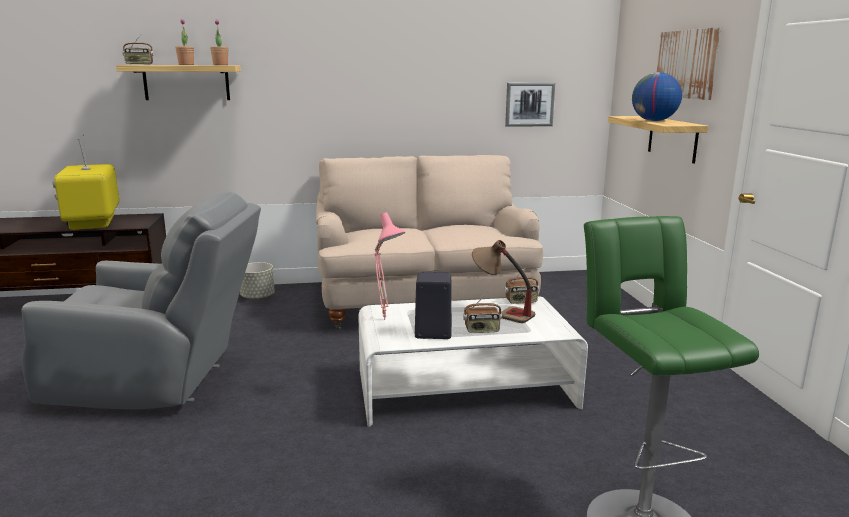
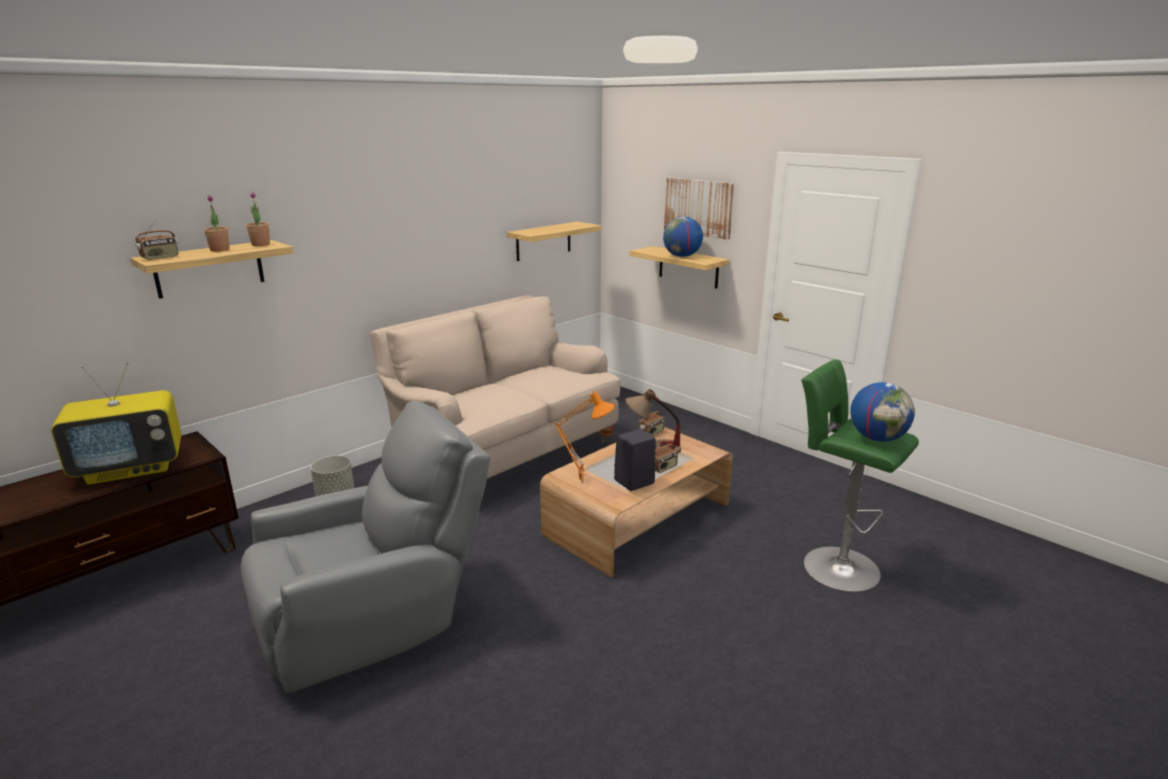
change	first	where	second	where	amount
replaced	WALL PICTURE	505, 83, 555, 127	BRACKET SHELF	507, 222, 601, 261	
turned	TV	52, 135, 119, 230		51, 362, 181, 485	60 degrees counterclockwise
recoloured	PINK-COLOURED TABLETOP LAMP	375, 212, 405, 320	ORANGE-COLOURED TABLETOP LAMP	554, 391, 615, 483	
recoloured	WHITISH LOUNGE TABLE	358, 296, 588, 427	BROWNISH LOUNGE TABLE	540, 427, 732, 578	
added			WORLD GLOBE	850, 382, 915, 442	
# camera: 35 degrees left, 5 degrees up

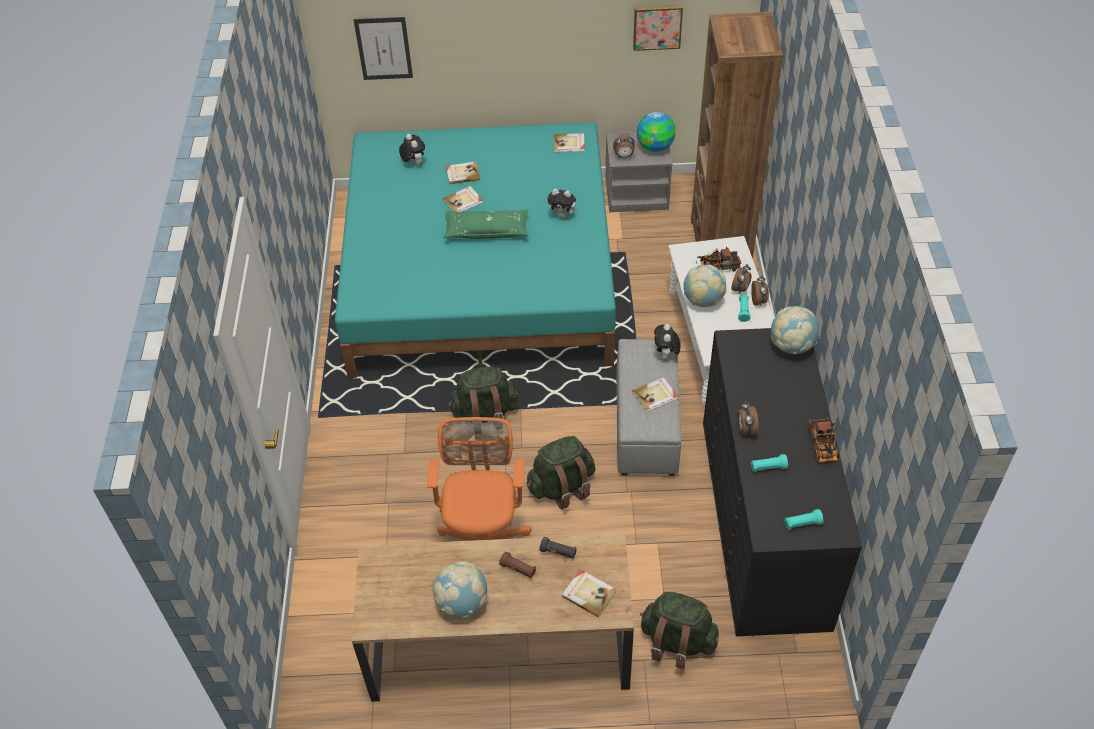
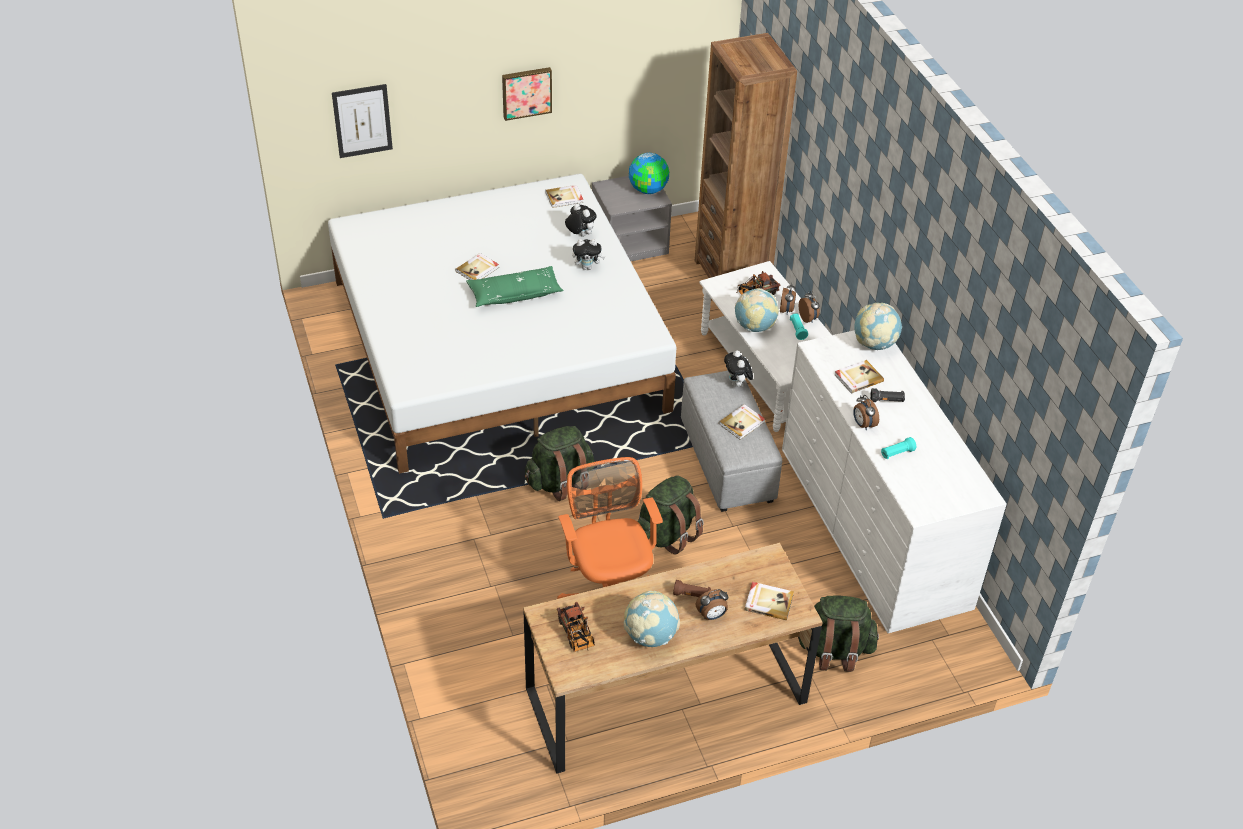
change	first	where	second	where	amount
moved	WALL PICTURE	633, 5, 683, 51		502, 67, 552, 121	
recoloured	TURQUOISE-COLOURED BEDROOM BED	335, 122, 616, 378	WHITISH BEDROOM BED	328, 174, 676, 474	
moved	SOFT TOY	399, 134, 425, 165		565, 204, 596, 237	
moved	TABLE CLOCK	613, 134, 635, 158		696, 589, 728, 620	
moved	BOOK	446, 161, 480, 184		835, 360, 884, 394	
recoloured	BLACK CHEST OF DRAWERS	703, 328, 862, 636	WHITISH CHEST OF DRAWERS	782, 330, 1007, 633	
moved	TOY LORRY	808, 417, 839, 464		557, 602, 595, 652	
removed	TURQUOISE-COLOURED TORCH	784, 509, 824, 530			
moved	BLACK TORCH	539, 537, 576, 559		870, 388, 905, 402	
# camera: 20 degrees left, 5 degrees down

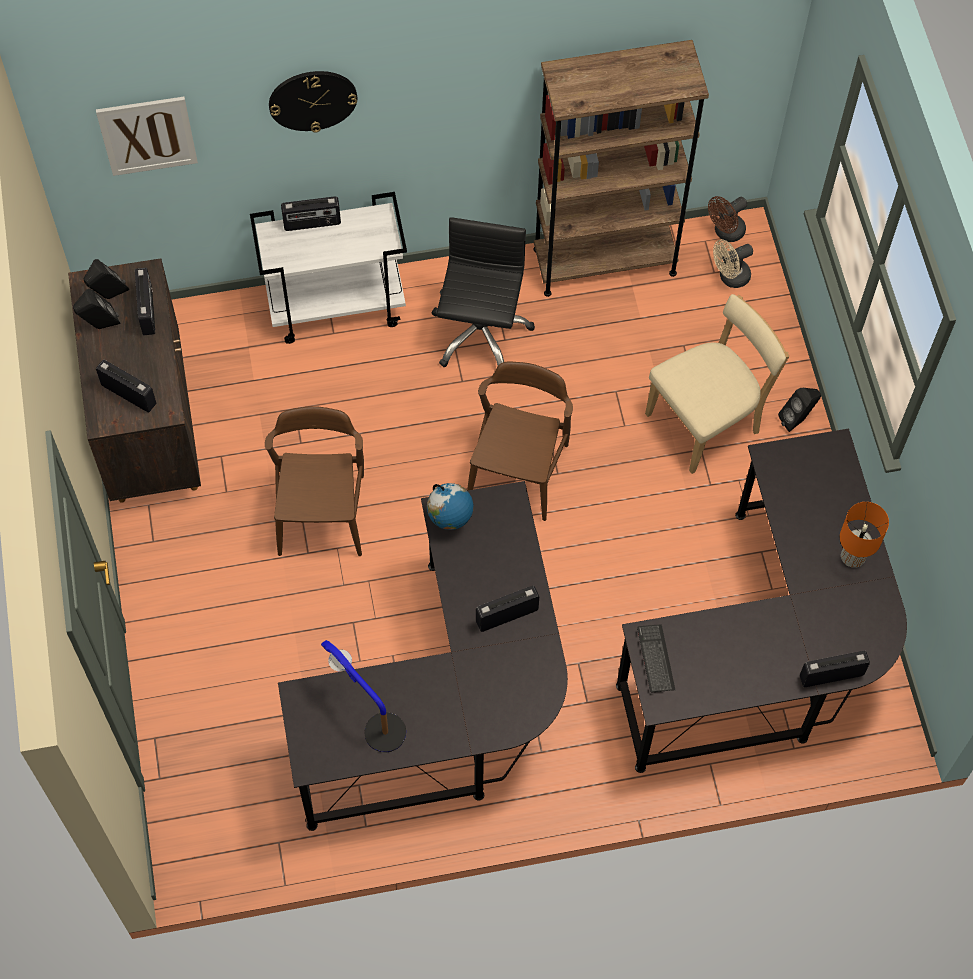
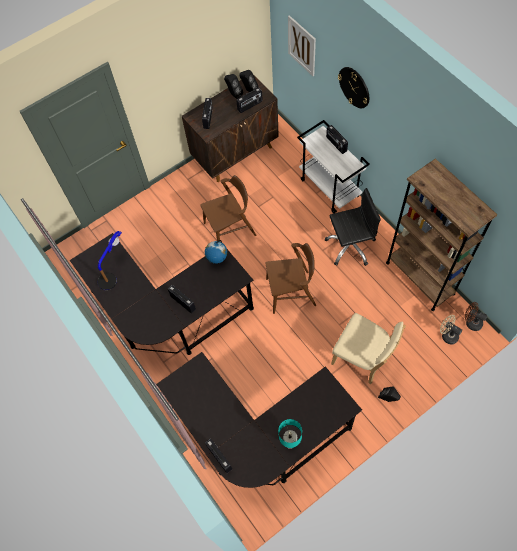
change	first	where	second	where	amount
recoloured	ORANGE-COLOURED TABLETOP LAMP	840, 502, 889, 568	TURQUOISE-COLOURED TABLETOP LAMP	278, 419, 302, 449	
removed	COMPUTER KEYBOARD	637, 625, 675, 692			
# camera: 70 degrees right, 0 degrees up

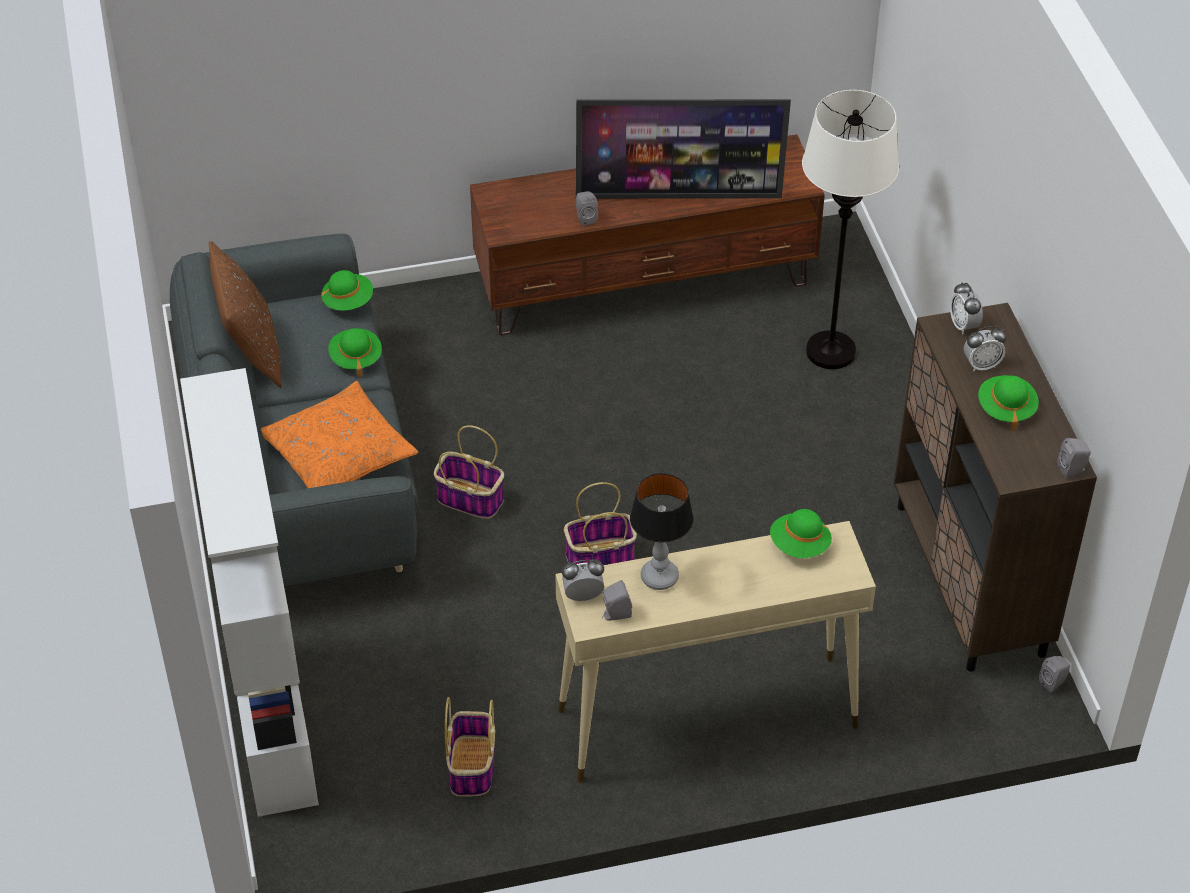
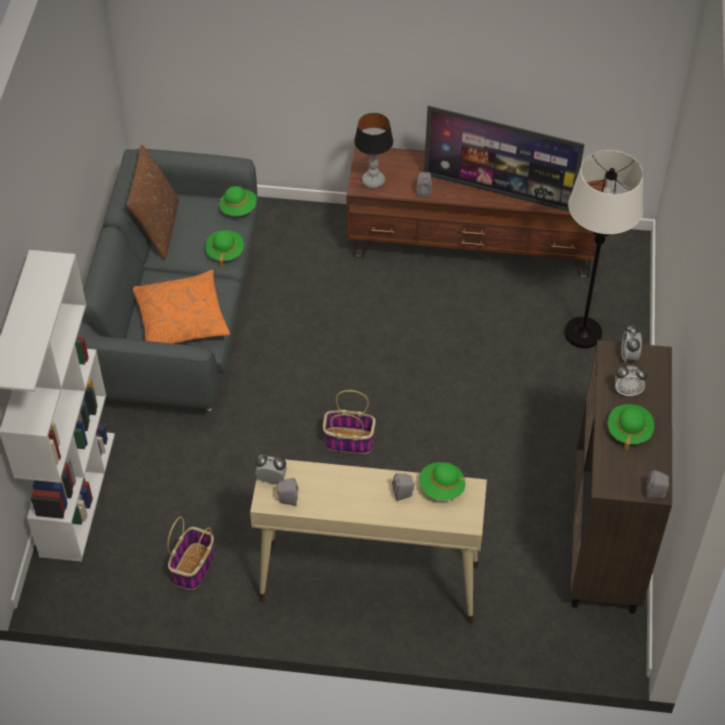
change	first	where	second	where	amount
removed	BASKET	434, 425, 504, 519			
moved	TABLETOP LAMP	630, 473, 694, 590		354, 113, 393, 188	
moved	GRAY SPEAKER	1039, 656, 1070, 692		392, 473, 414, 501	
# camera: 20 degrees right, 5 degrees up

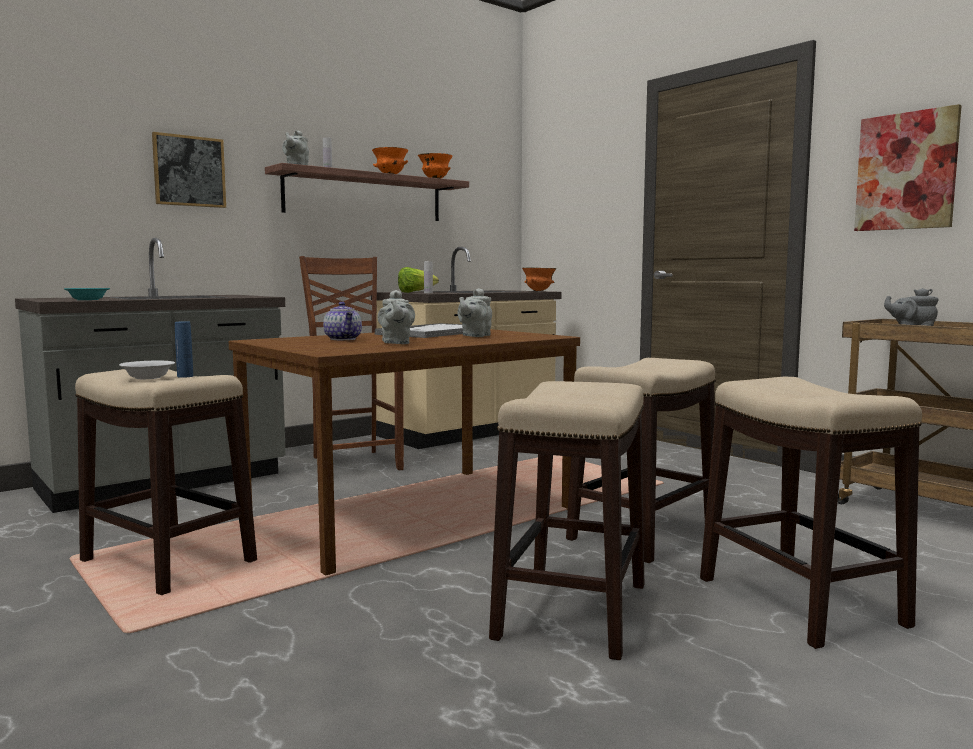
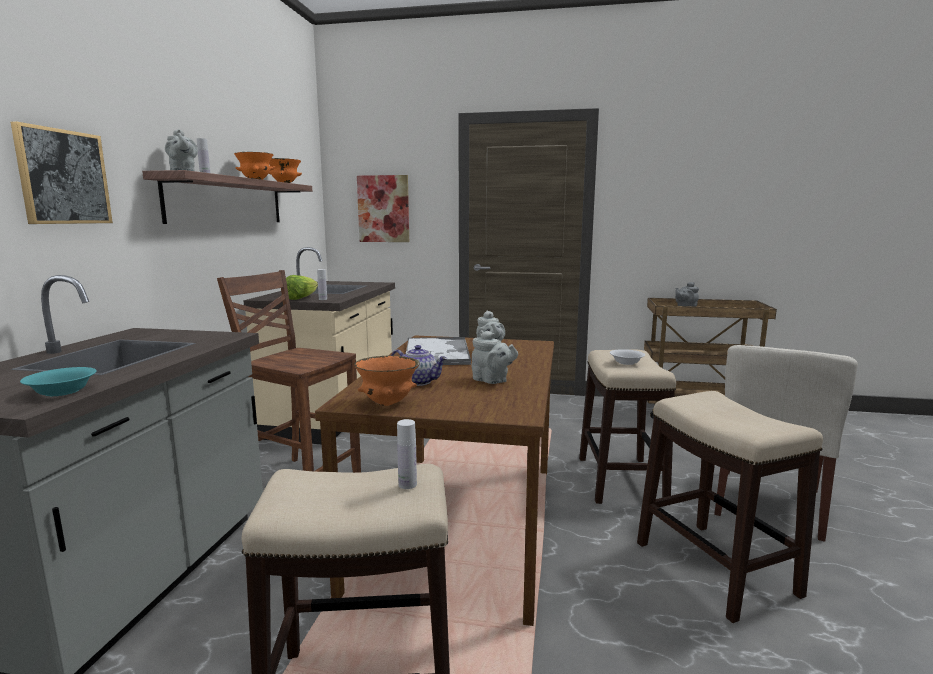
change	first	where	second	where	amount
moved	WALL PICTURE	854, 104, 962, 231		357, 175, 409, 242	
moved	ORANGE-COLOURED BOWL	522, 267, 557, 291		354, 355, 420, 406	
recoloured	BLUE BEVERAGE BOTTLE	175, 321, 193, 378	WHITISH BEVERAGE BOTTLE	397, 419, 417, 489	
moved	WHITISH BOWL	119, 361, 175, 379		610, 349, 645, 365	
replaced	SITTING STOOL	700, 377, 922, 649	SAND-COLOURED PLAIN CHAIR	714, 345, 858, 542	
# camera: 40 degrees left, 5 degrees up

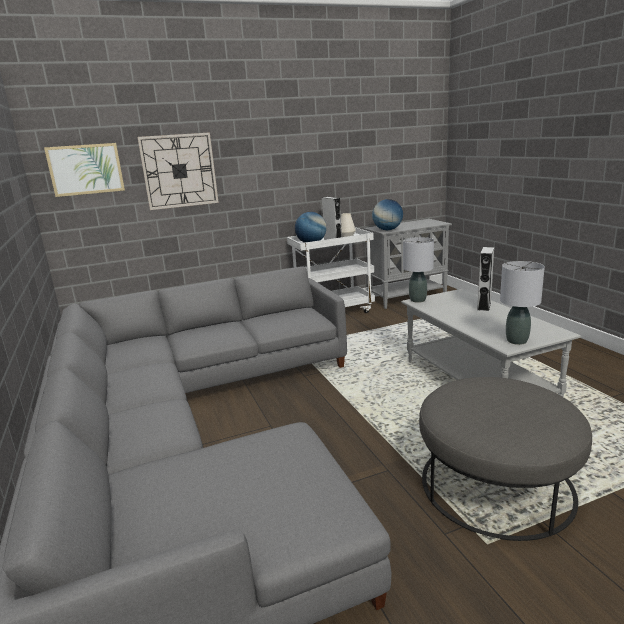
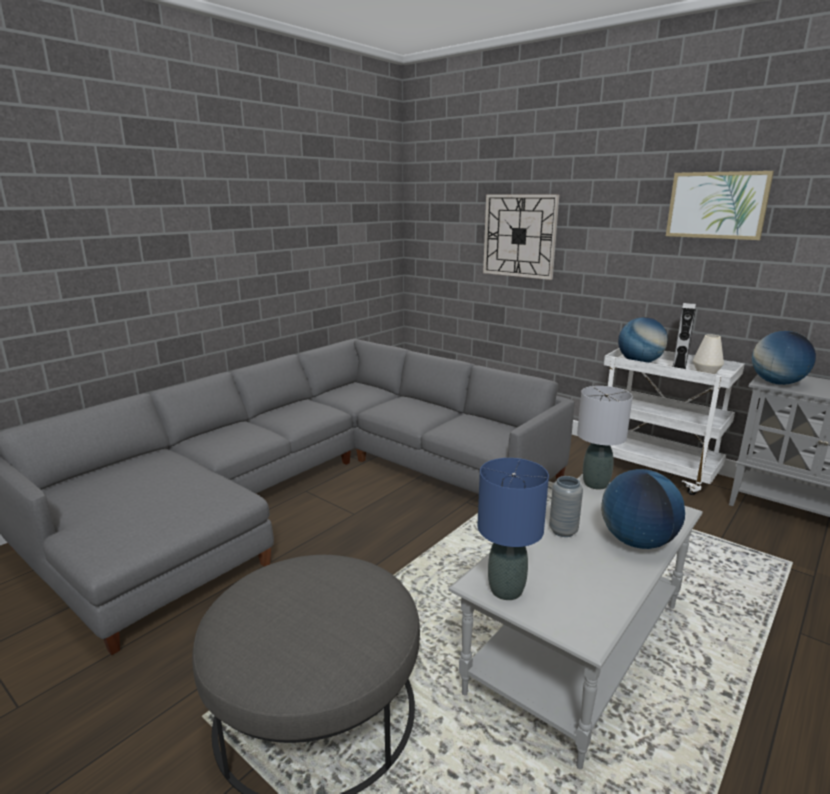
change	first	where	second	where	amount
moved	WALL PICTURE	44, 143, 125, 197		666, 171, 774, 240	
replaced	GRAY SPEAKER	477, 247, 494, 311	WORLD GLOBE	601, 469, 685, 549	
recoloured	GRAY TABLETOP LAMP	500, 261, 545, 345	BLUE TABLETOP LAMP	478, 458, 549, 600	
added			GRAY VASE	549, 476, 583, 537	
# camera: 60 degrees right, 0 degrees up

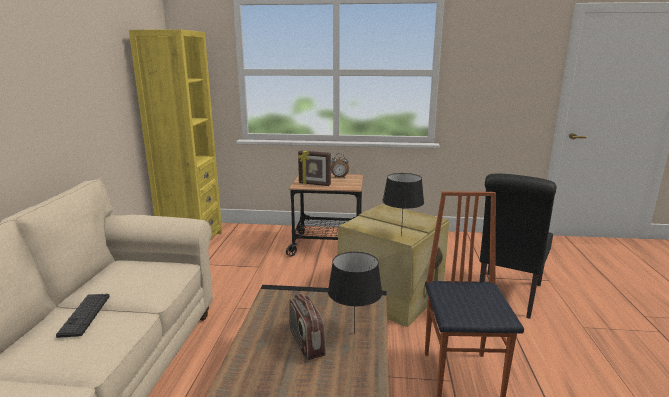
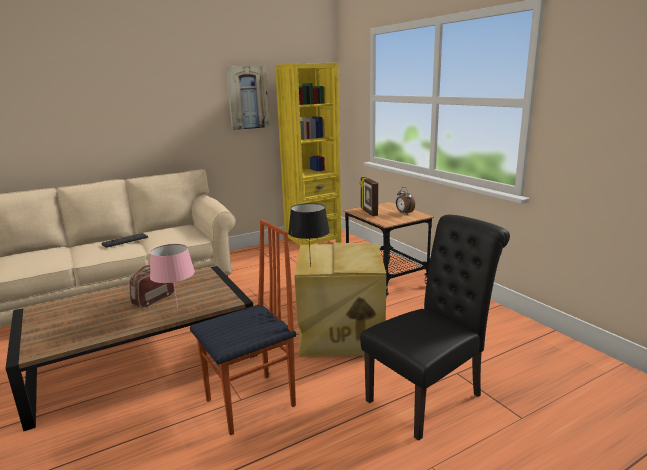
change	first	where	second	where	amount
turned	BLACK PLAIN CHAIR	479, 174, 556, 319		360, 215, 510, 441	150 degrees clockwise
recoloured	BLACK TABLETOP LAMP	328, 252, 382, 334	PINK-COLOURED TABLETOP LAMP	150, 244, 195, 309	
added			WALL PICTURE	226, 66, 270, 130	
# camera: 55 degrees right, 0 degrees up

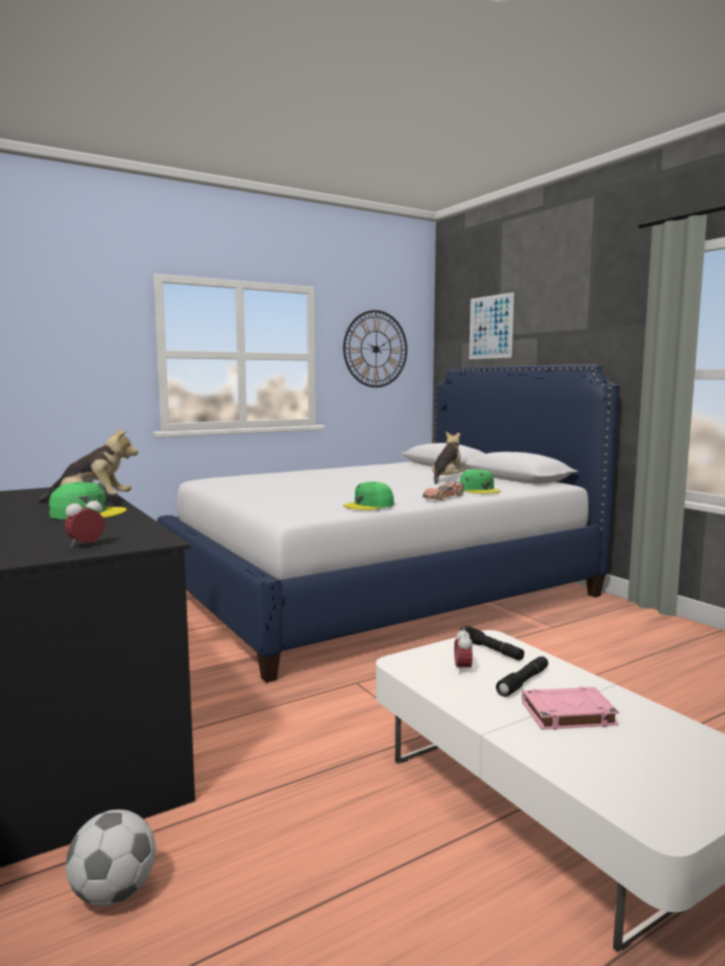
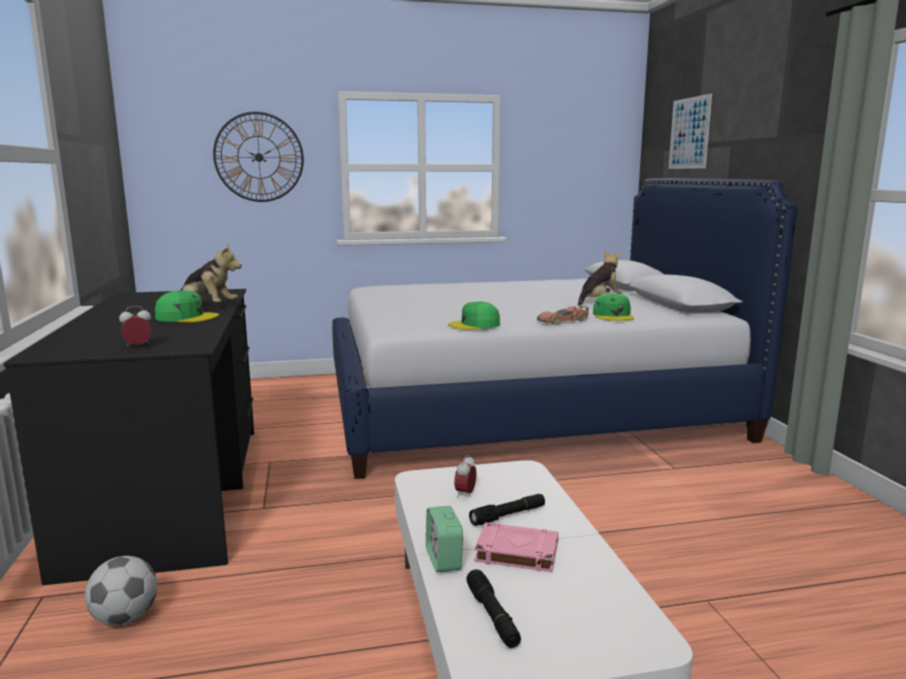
change	first	where	second	where	amount
moved	HANGING CLOCK	343, 310, 407, 388		213, 112, 304, 202	
moved	BLACK TORCH	460, 626, 524, 661		467, 569, 521, 648	
added			TABLE CLOCK	426, 506, 463, 572	
# camera: 20 degrees right, 5 degrees up

